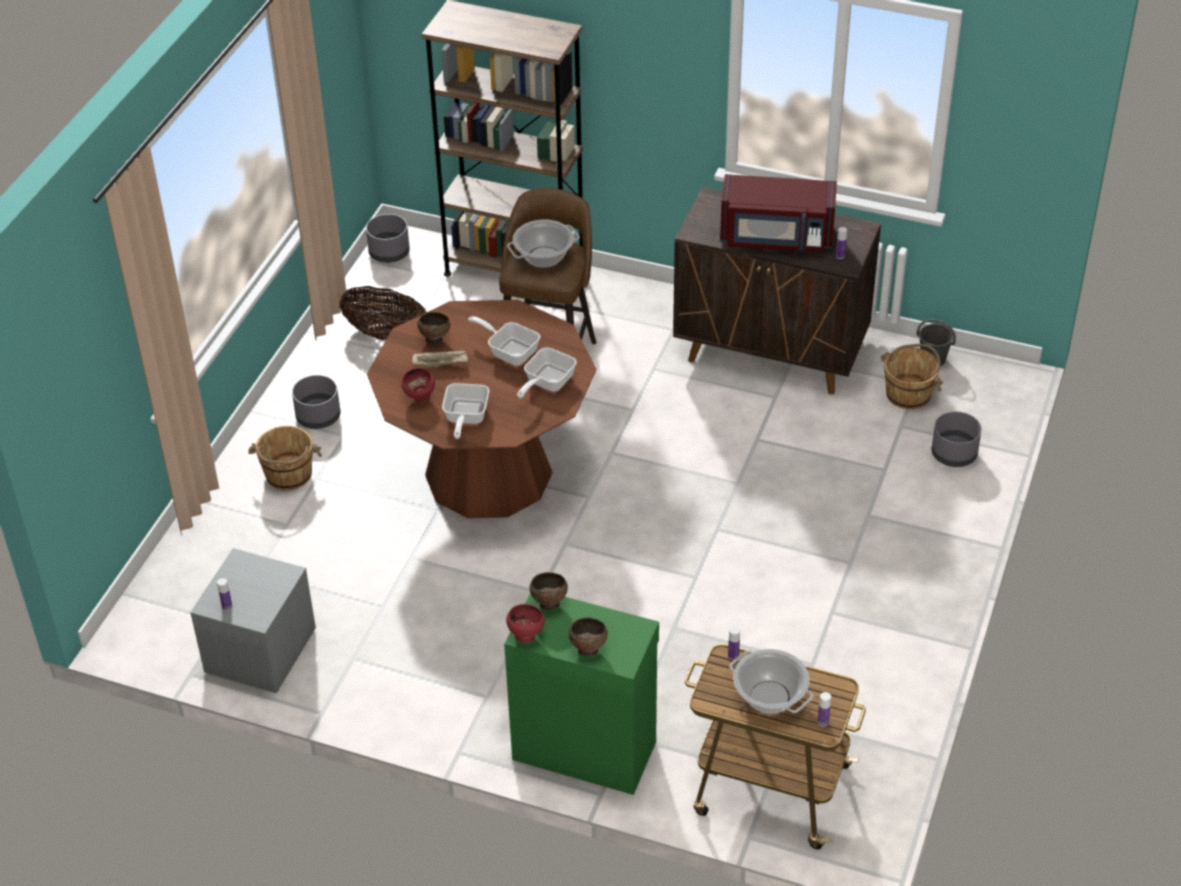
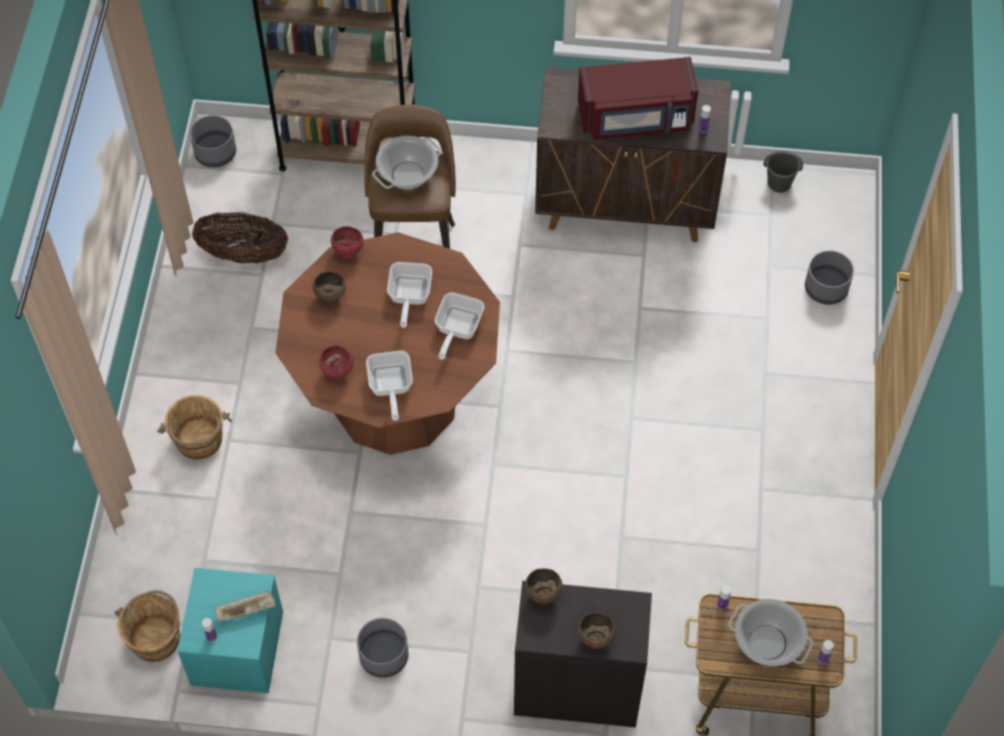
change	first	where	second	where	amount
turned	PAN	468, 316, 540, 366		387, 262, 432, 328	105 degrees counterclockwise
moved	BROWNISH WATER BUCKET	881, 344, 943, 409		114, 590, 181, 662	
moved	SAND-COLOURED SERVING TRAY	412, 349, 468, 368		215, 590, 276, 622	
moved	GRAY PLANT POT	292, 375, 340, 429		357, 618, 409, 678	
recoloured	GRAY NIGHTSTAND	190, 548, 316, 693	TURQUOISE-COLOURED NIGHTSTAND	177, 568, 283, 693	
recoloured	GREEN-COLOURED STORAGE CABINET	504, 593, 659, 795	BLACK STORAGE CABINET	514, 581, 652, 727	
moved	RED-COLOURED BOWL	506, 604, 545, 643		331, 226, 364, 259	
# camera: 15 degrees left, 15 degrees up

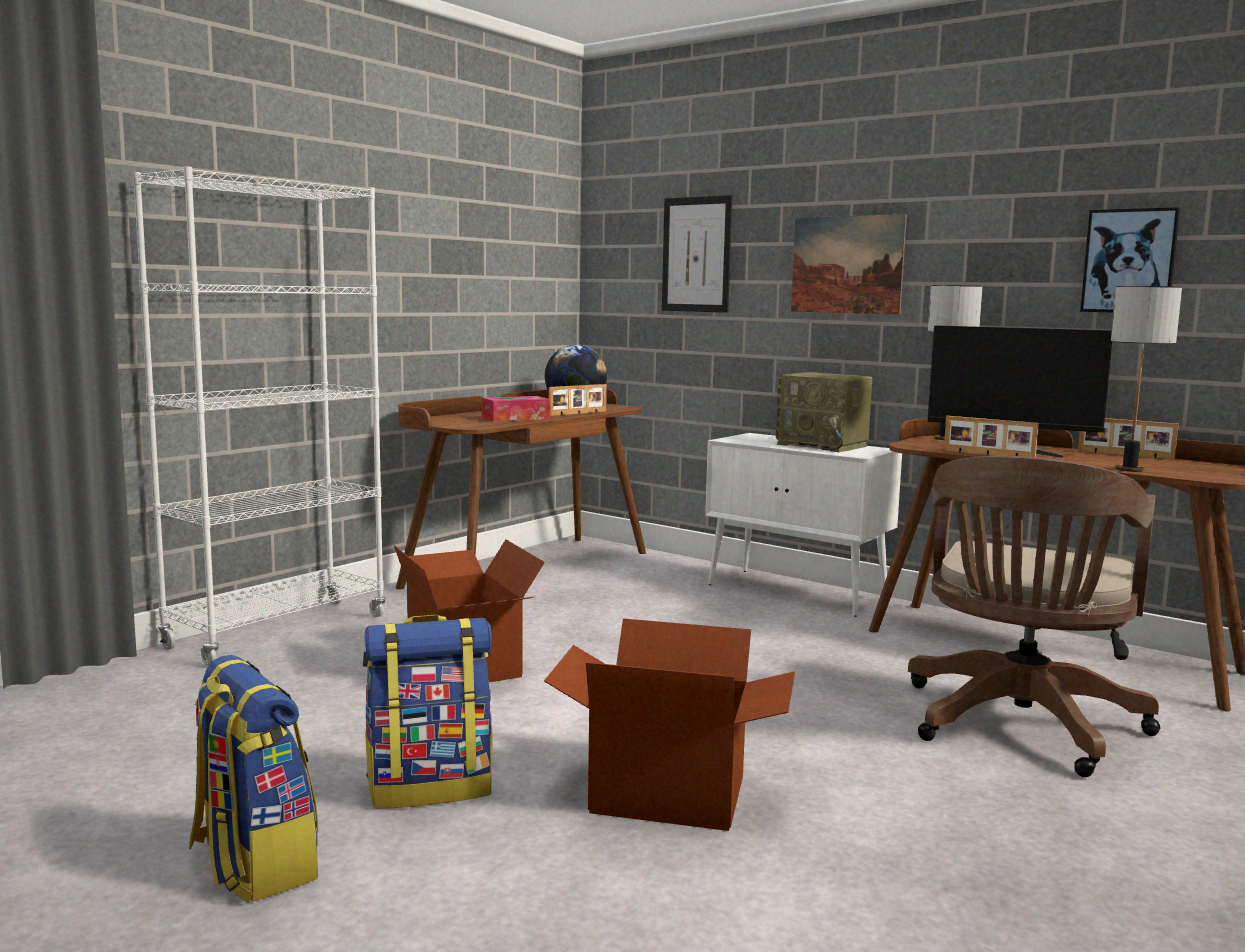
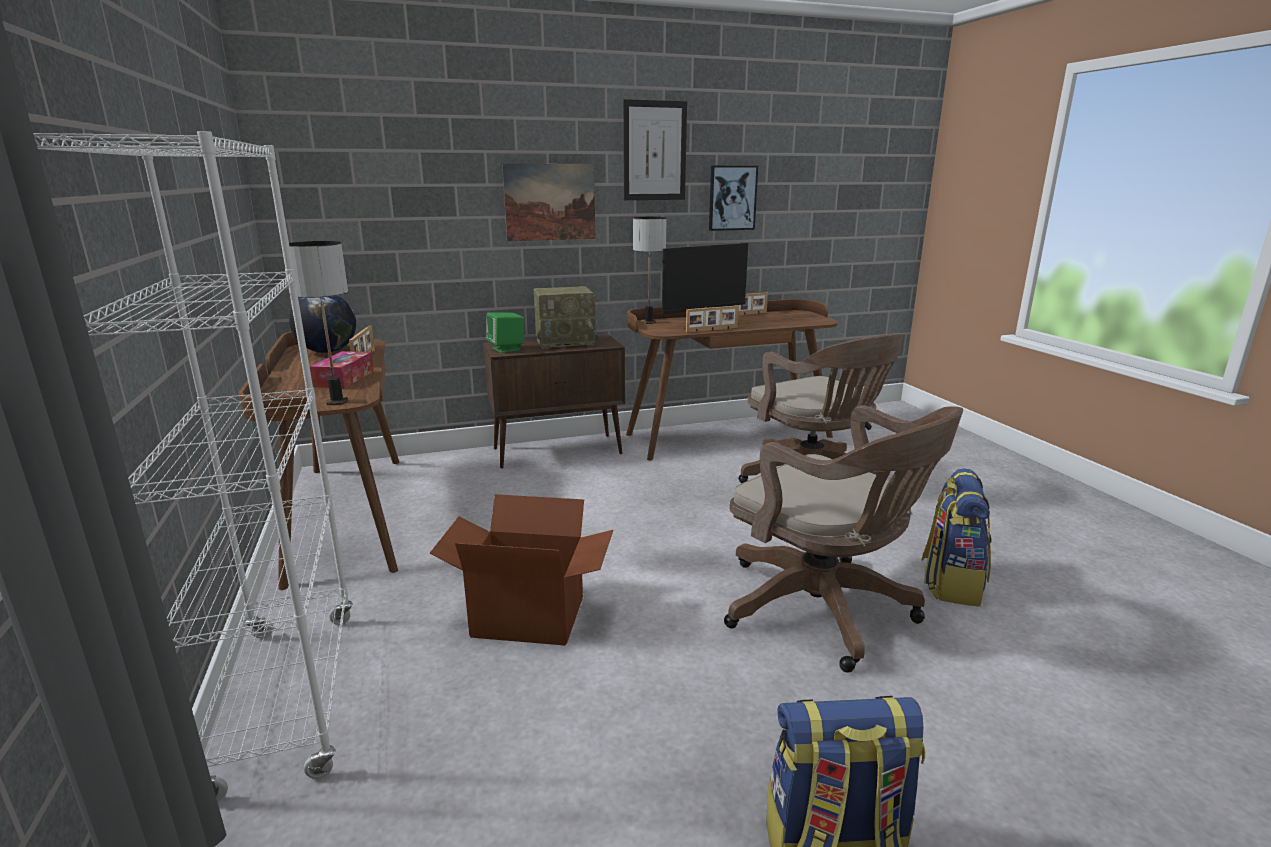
change	first	where	second	where	amount
moved	WALL PICTURE	662, 195, 732, 313		623, 99, 687, 200	
moved	TABLETOP LAMP	1111, 286, 1182, 472		289, 241, 349, 405	
recoloured	WHITISH STORAGE CABINET	705, 433, 902, 617	BROWNISH STORAGE CABINET	483, 334, 625, 469	
moved	KNAPSACK	362, 615, 493, 809		922, 468, 992, 607	
replaced	PACKING BOX	544, 619, 795, 831	BROWNISH DESK CHAIR	724, 405, 963, 672	
added			GREEN-COLOURED SPEAKER	486, 312, 524, 353	
# camera: 55 degrees left, 10 degrees up

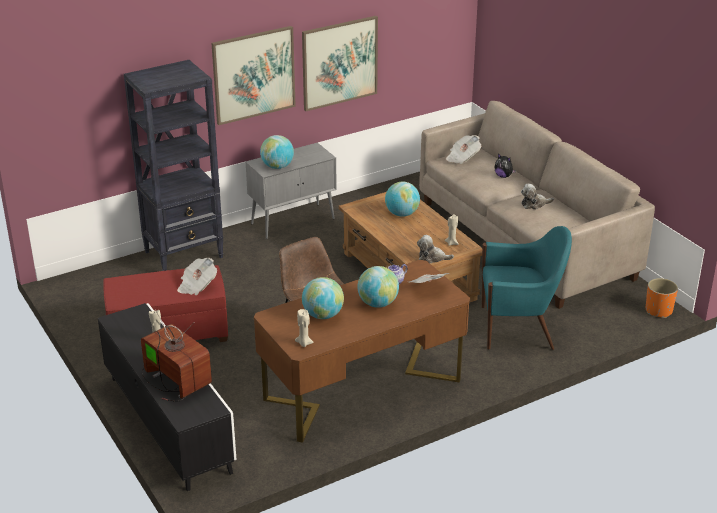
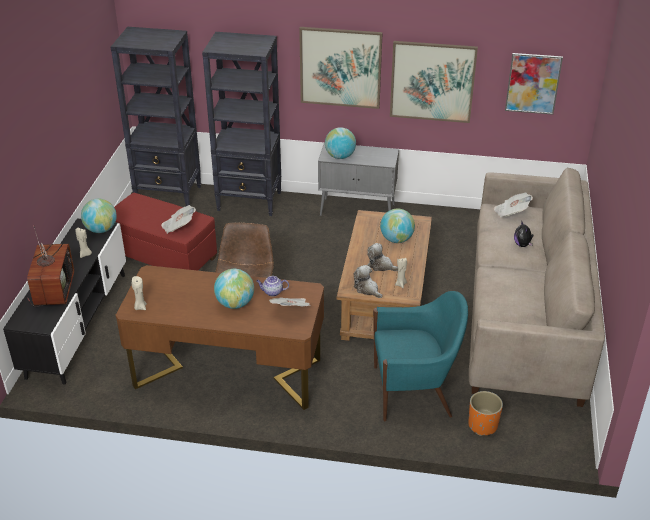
change	first	where	second	where	amount
moved	SOFT TOY	521, 184, 554, 209		367, 243, 398, 271	
turned	TURQUOISE-COLOURED ARMCHAIR	482, 226, 572, 350		373, 291, 468, 421	45 degrees counterclockwise
moved	WORLD GLOBE	302, 277, 344, 319		81, 198, 117, 233	
moved	ORANGE-COLOURED PLANT POT	646, 278, 678, 318		468, 391, 503, 436	
added			BLACK BOOKCASE	111, 27, 201, 207	
added			WALL PICTURE	505, 53, 563, 115	
# camera: 40 degrees right, 5 degrees up

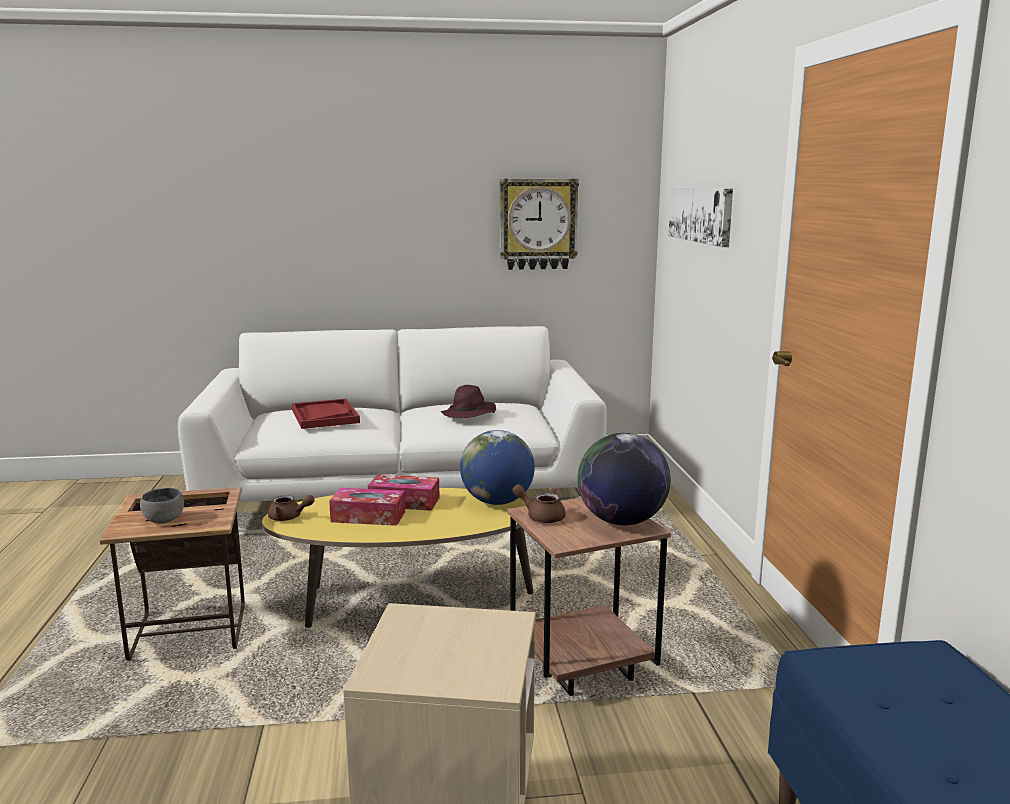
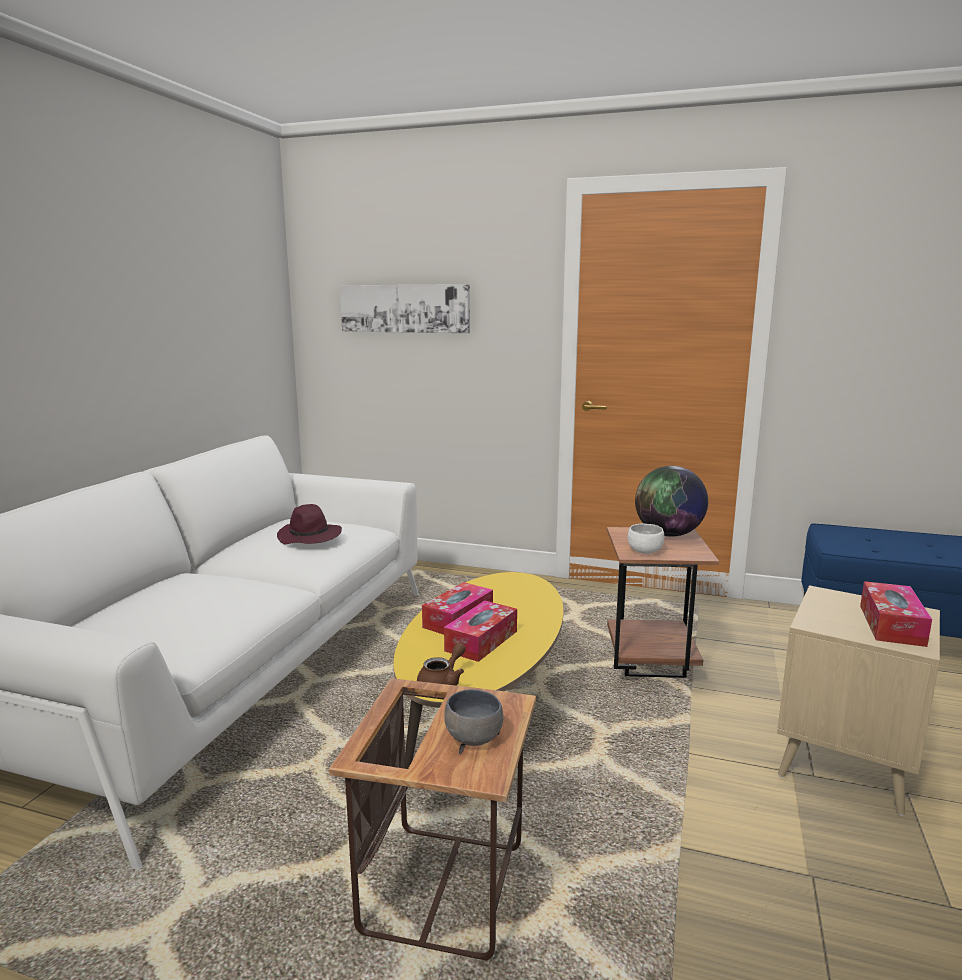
change	first	where	second	where	amount
removed	HANGING CLOCK	500, 179, 579, 270			
removed	RED-COLOURED SERVING TRAY	292, 399, 360, 429			
removed	WORLD GLOBE	460, 430, 535, 505			
replaced	BROWNISH TEA POT	512, 484, 565, 523	WHITISH BOWL	628, 523, 664, 554	
added			TISSUE BOX	860, 581, 932, 647	
# camera: 65 degrees left, 0 degrees up

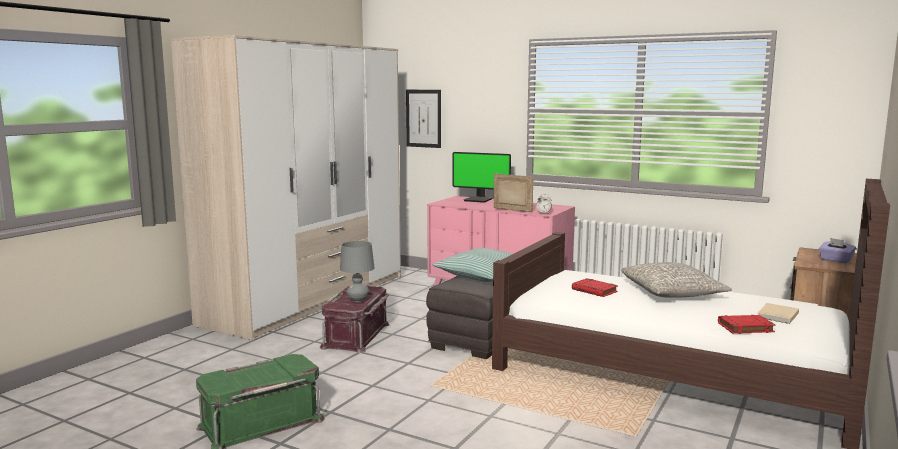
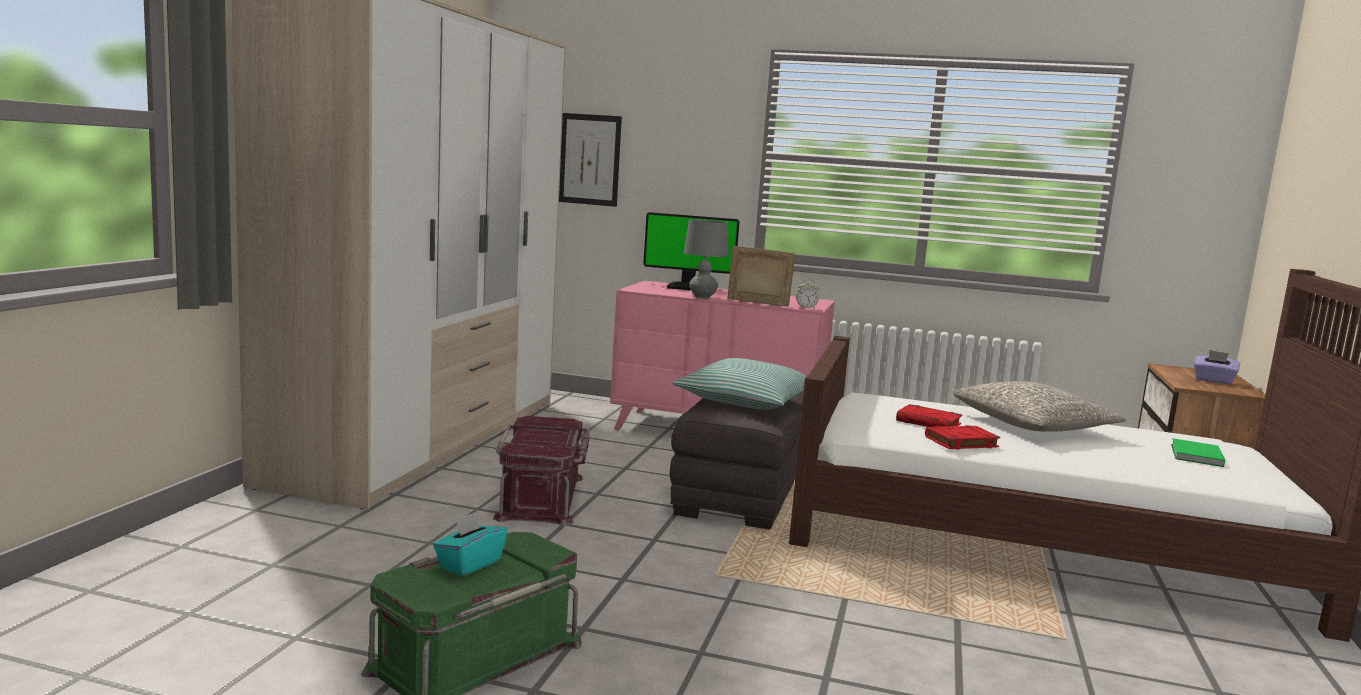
change	first	where	second	where	amount
moved	GRAY TABLETOP LAMP	340, 241, 374, 302		684, 219, 729, 298	
recoloured	SAND-COLOURED BOOK	757, 303, 799, 324	GREEN-COLOURED BOOK	1171, 438, 1225, 467	
moved	RED-COLOURED BOOK	718, 315, 776, 334		925, 425, 1000, 450	
added			TURQUOISE-COLOURED TISSUE BOX	433, 511, 508, 576	
# camera: 15 degrees left, 0 degrees up

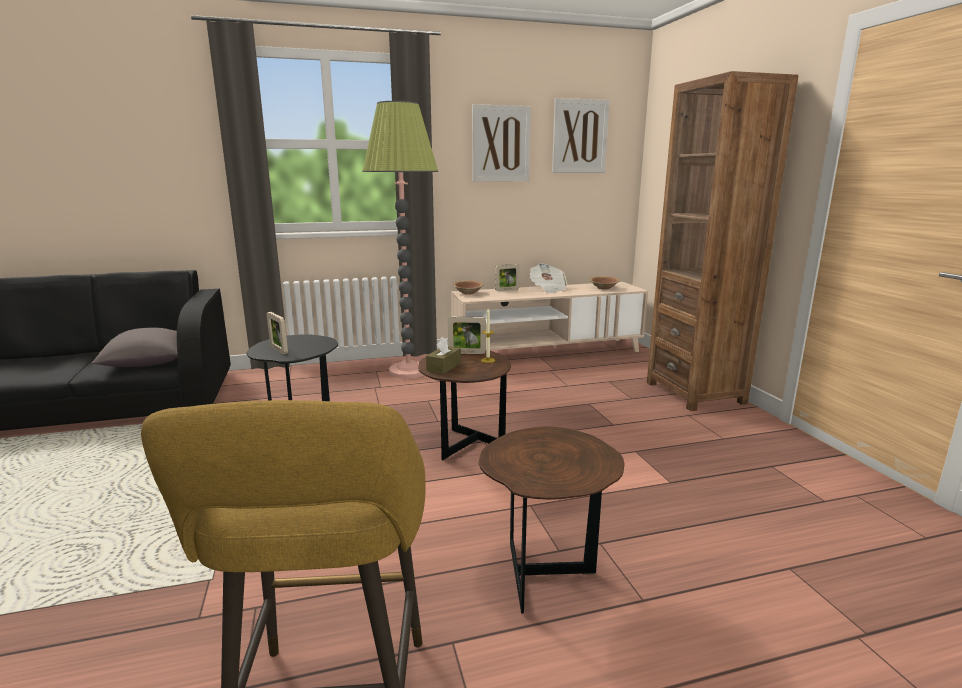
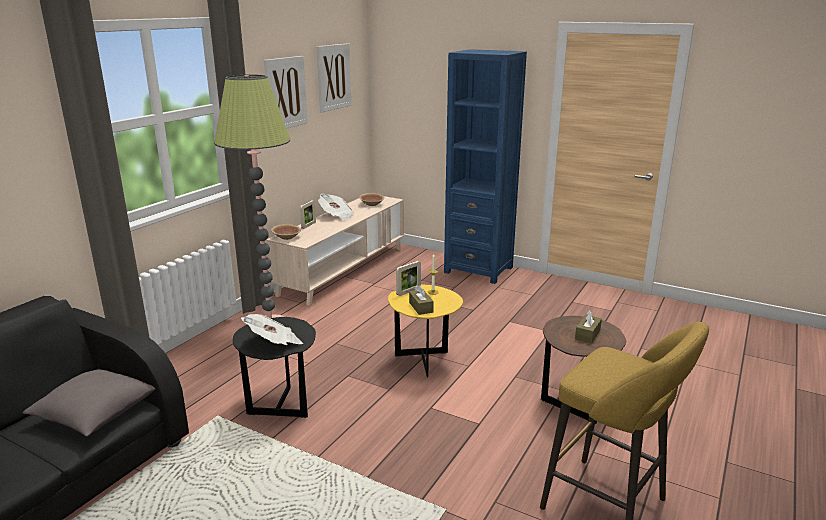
change	first	where	second	where	amount
recoloured	BROWNISH BOOKCASE	647, 71, 798, 411	BLUE BOOKCASE	444, 49, 527, 284	
replaced	STANDING FRAME	267, 312, 288, 354	PRINTED PAPER	241, 314, 303, 345	
recoloured	BROWNISH END TABLE	418, 351, 511, 460	YELLOW-COLOURED END TABLE	388, 285, 463, 377	
added			BROWNISH TISSUE BOX	575, 310, 602, 343	
# camera: 45 degrees left, 5 degrees up

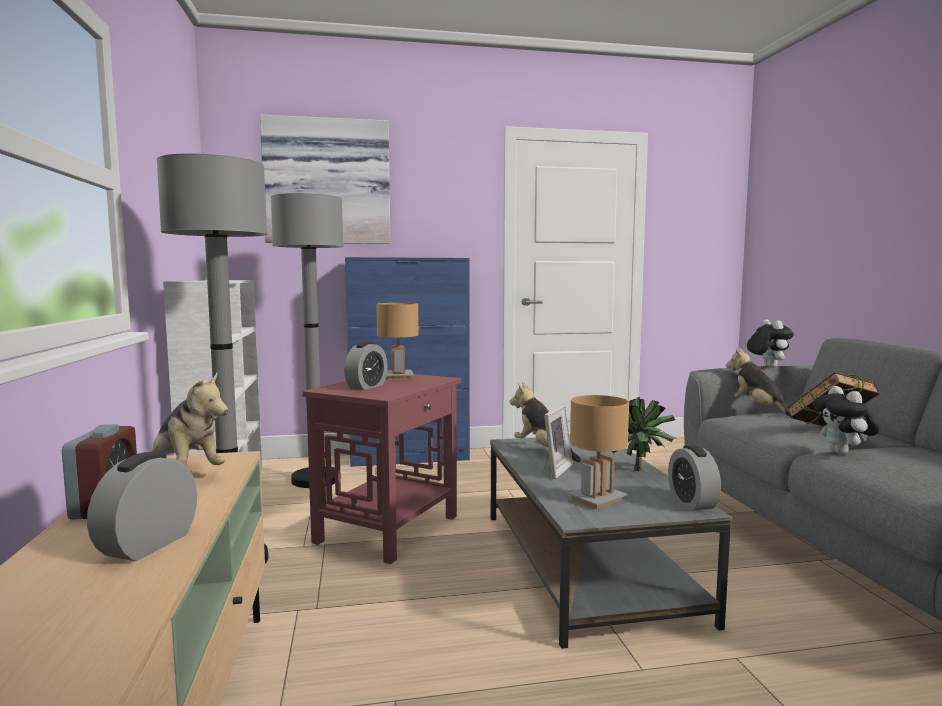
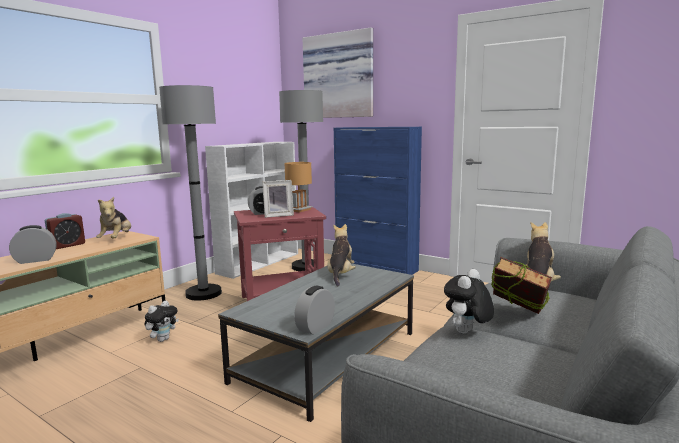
change	first	where	second	where	amount
moved	SOFT TOY	747, 319, 794, 368		144, 301, 179, 342	
removed	BROWNISH TABLETOP LAMP	567, 395, 629, 509			
removed	HOUSEPLANT	611, 397, 676, 471			
moved	STANDING FRAME	544, 405, 573, 479		262, 180, 294, 218	
# camera: 45 degrees right, 5 degrees up

